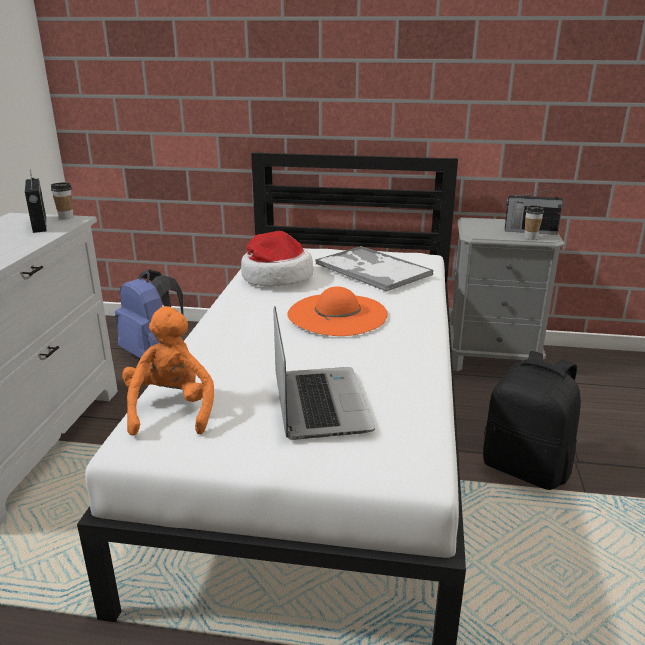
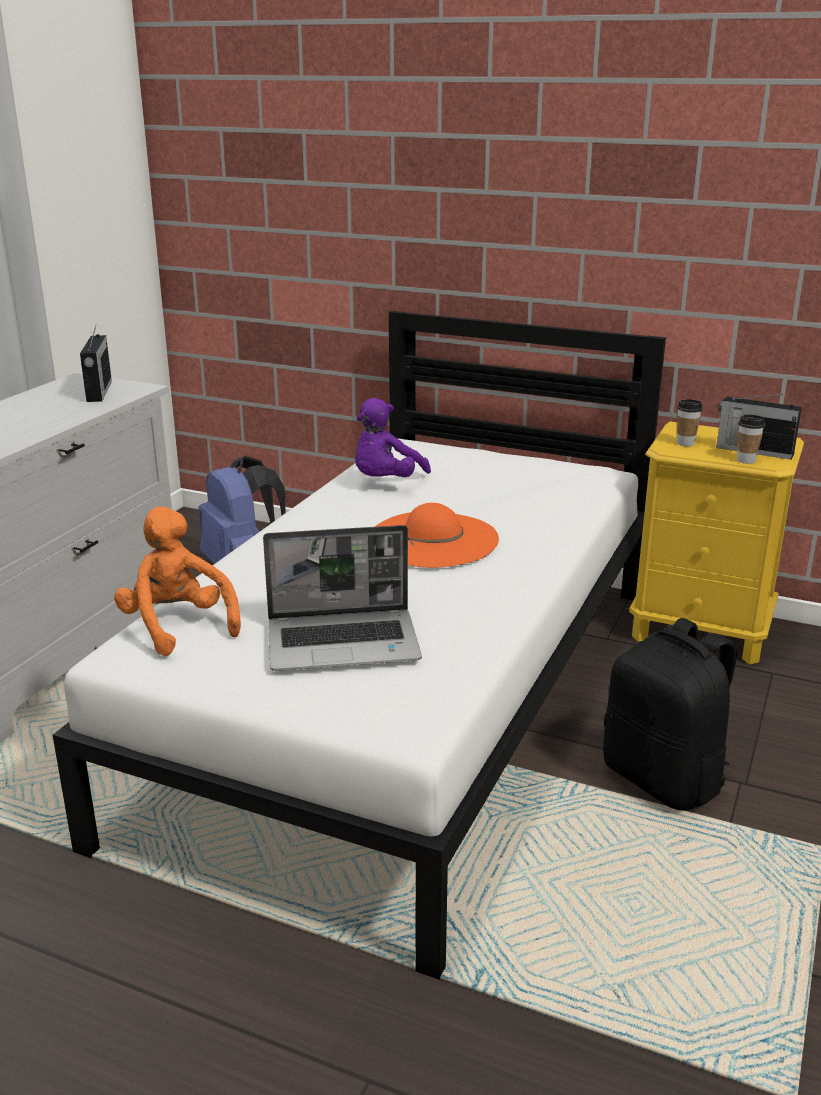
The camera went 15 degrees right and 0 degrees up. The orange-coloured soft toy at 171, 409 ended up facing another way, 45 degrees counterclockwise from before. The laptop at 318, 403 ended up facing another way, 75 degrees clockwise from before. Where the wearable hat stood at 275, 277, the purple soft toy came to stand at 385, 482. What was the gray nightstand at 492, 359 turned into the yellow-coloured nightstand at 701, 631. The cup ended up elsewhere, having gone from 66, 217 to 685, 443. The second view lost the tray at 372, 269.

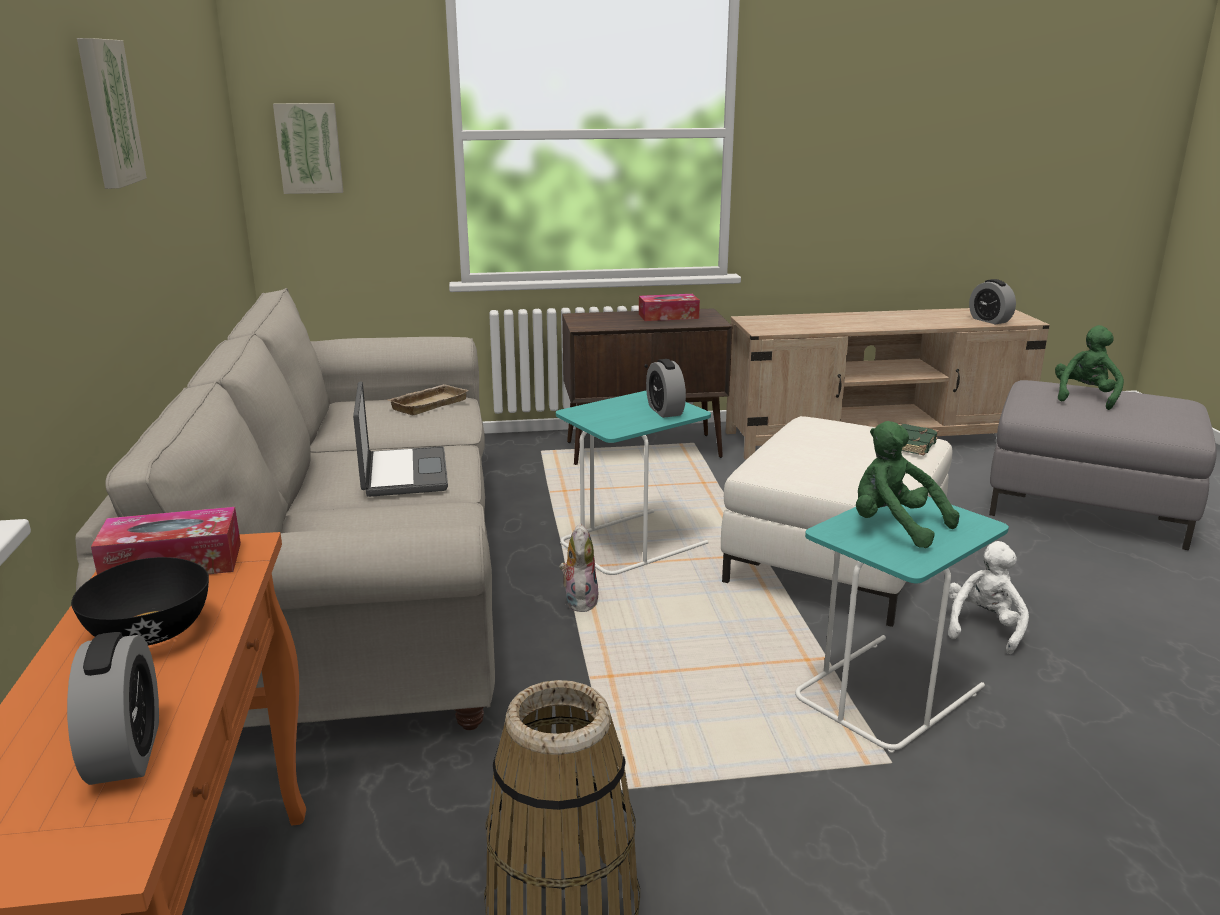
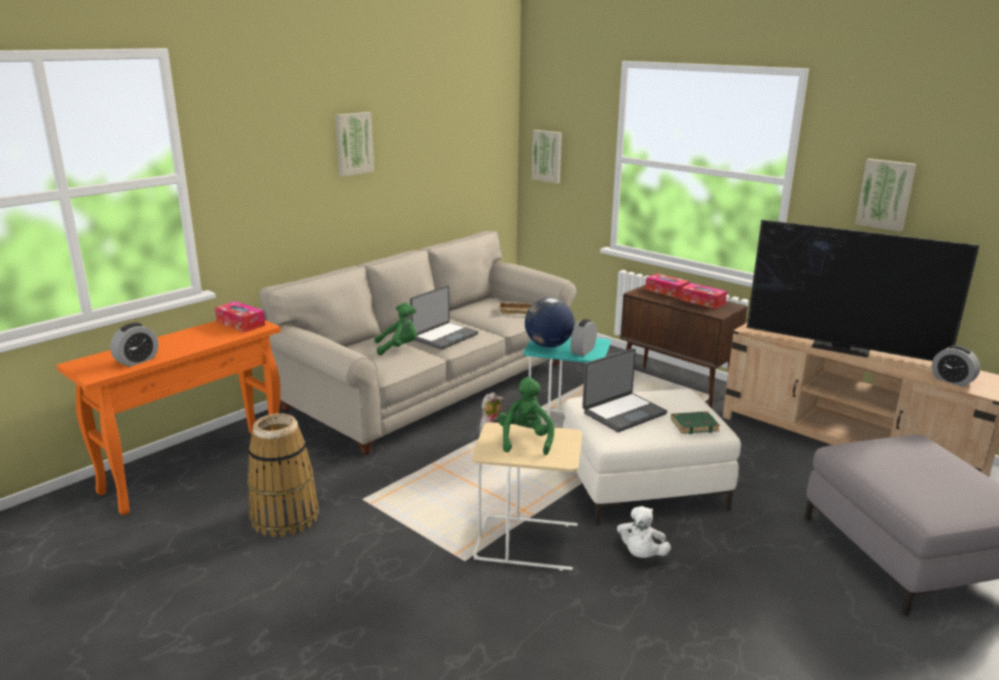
The camera went 50 degrees right and 0 degrees up. The greenish soft toy ended up elsewhere, having gone from 1084, 397 to 398, 348. What was the turquoise end table at 886, 690 turned into the beige end table at 527, 542. The second view gained the desk globe at 548, 345. The second view gained the laptop at 623, 413. The whitish soft toy at 983, 627 ended up facing another way, 120 degrees clockwise from before. The second view gained the tissue holder at 666, 291. The second view gained the television at 842, 347. The second view gained the wall picture at 885, 194. The bedside clock at 989, 320 ended up facing another way, 60 degrees counterclockwise from before. The second view lost the black-coloured bowl at 151, 632.

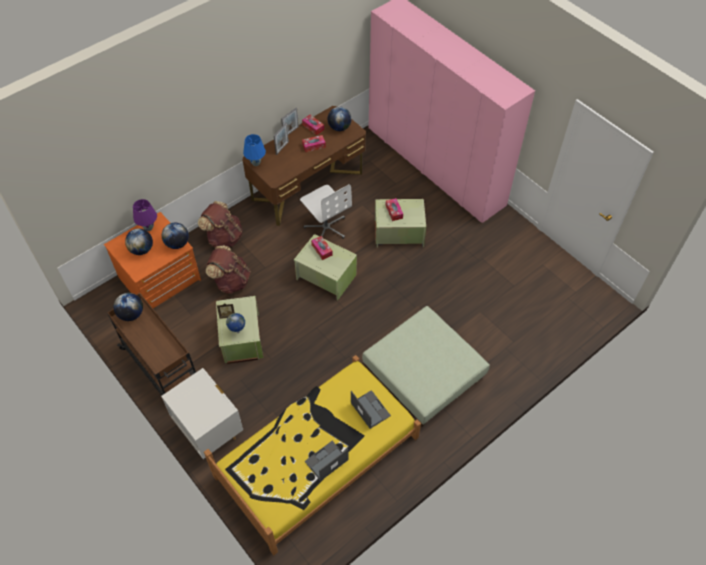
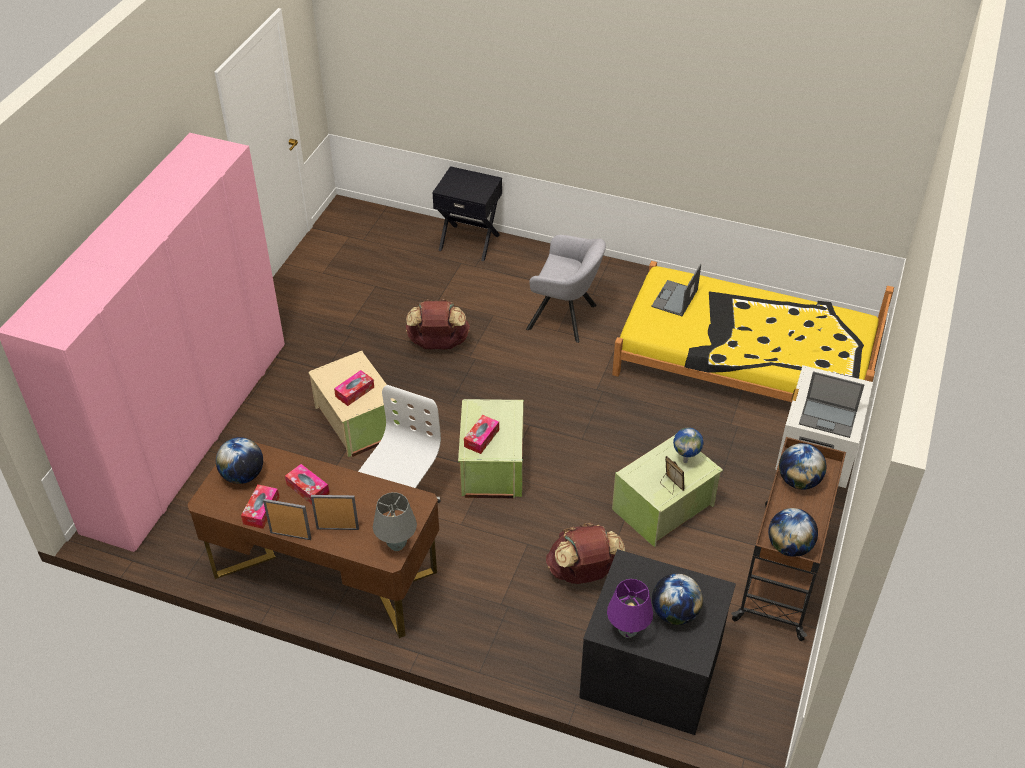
The camera went 120 degrees left and 10 degrees down. What was the greenish storage container at 398, 233 turned into the beige storage container at 356, 422. What was the blue-coloured tabletop lamp at 256, 163 turned into the gray tabletop lamp at 396, 545. The brownish backpack ended up elsewhere, having gone from 224, 237 to 438, 344. The second view gained the black-coloured nightstand at 469, 242. Where the greenish footrest stood at 422, 373, the gray armchair came to stand at 566, 318. What was the orange-coloured drawer chest at 160, 279 turned into the black-coloured drawer chest at 652, 669. The desk globe ended up elsewhere, having gone from 177, 243 to 798, 481. The laptop ended up elsewhere, having gone from 326, 461 to 828, 418.

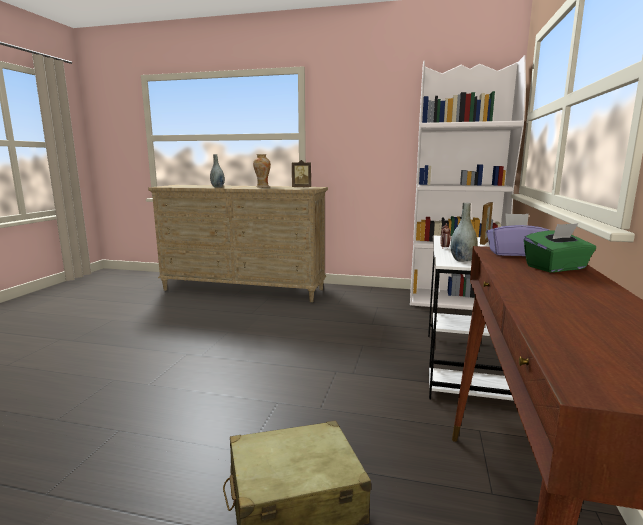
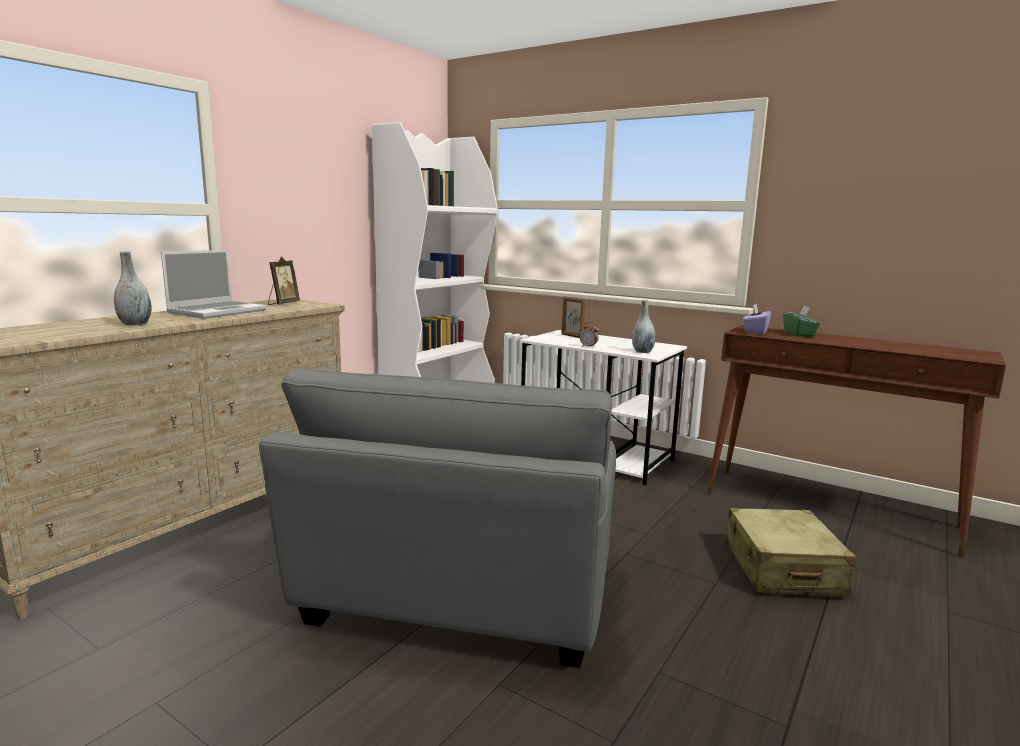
The camera went 70 degrees left and 0 degrees up. Where the vase stood at 262, 187, the laptop came to stand at 218, 311. The second view gained the gray armchair at 461, 591.

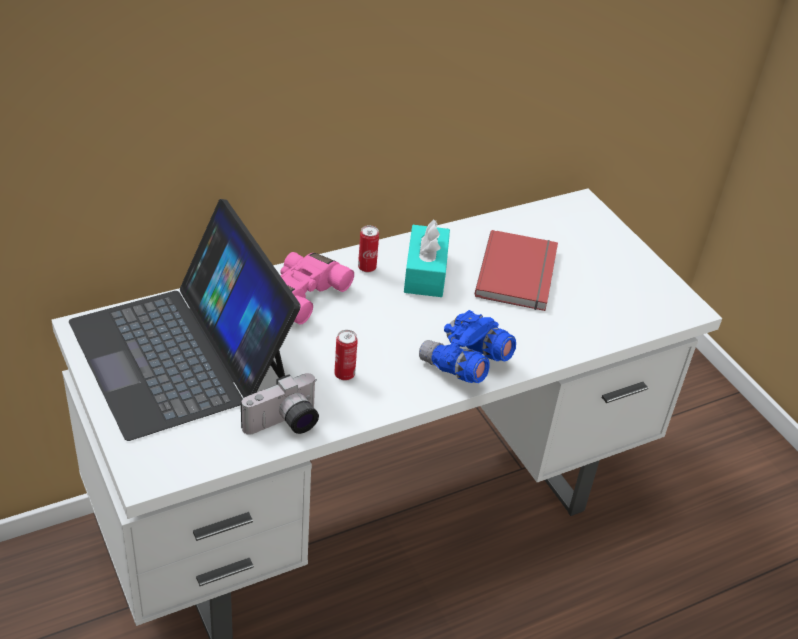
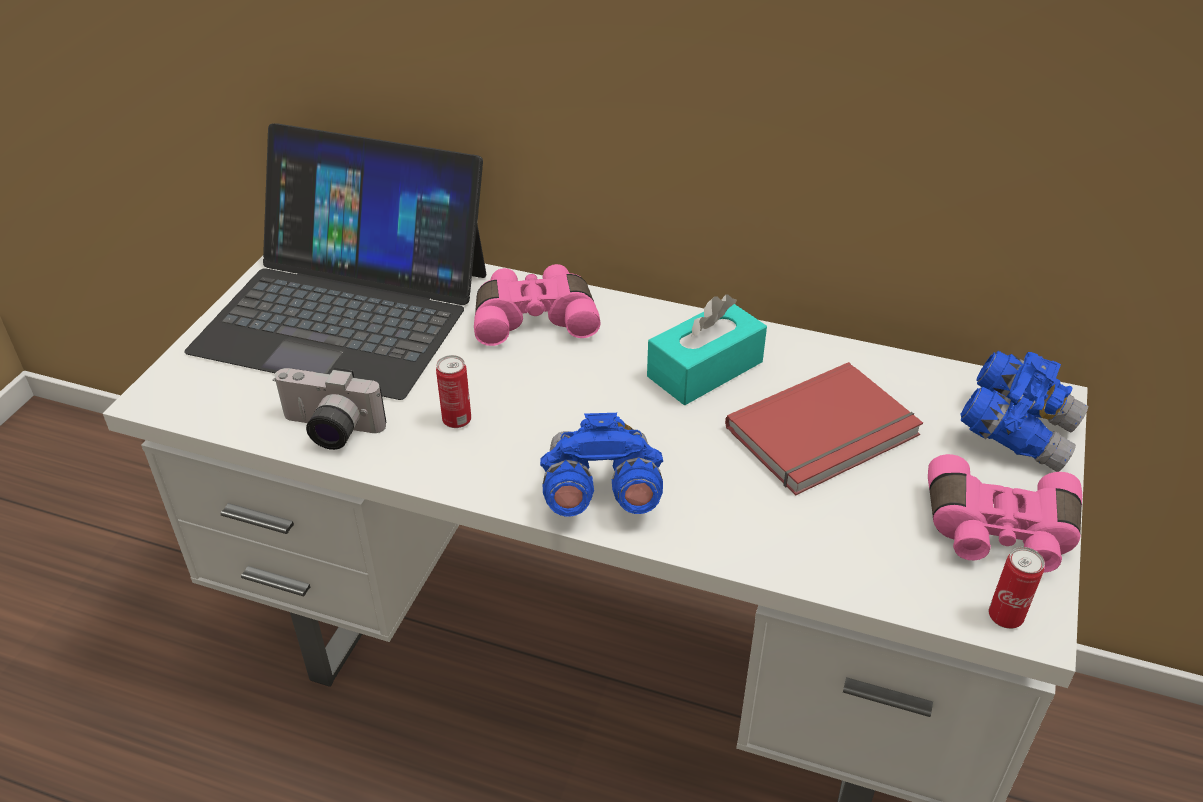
The camera went 50 degrees right and 0 degrees up. The laptop at 181, 353 ended up facing another way, 90 degrees counterclockwise from before. The second view gained the pink binoculars at 998, 533. The second view gained the blue-coloured binoculars at 1016, 431. The can ended up elsewhere, having gone from 367, 268 to 1005, 617.

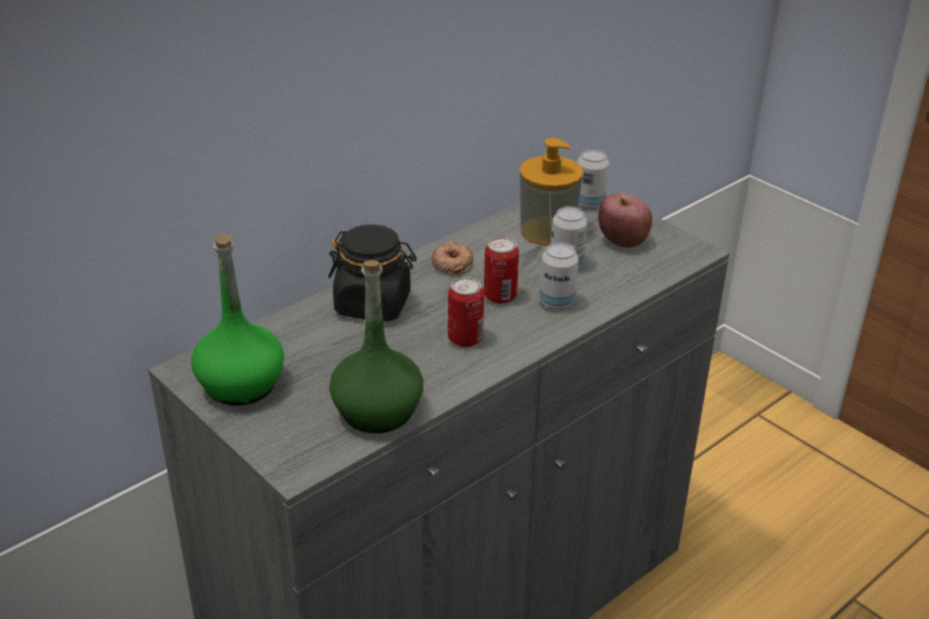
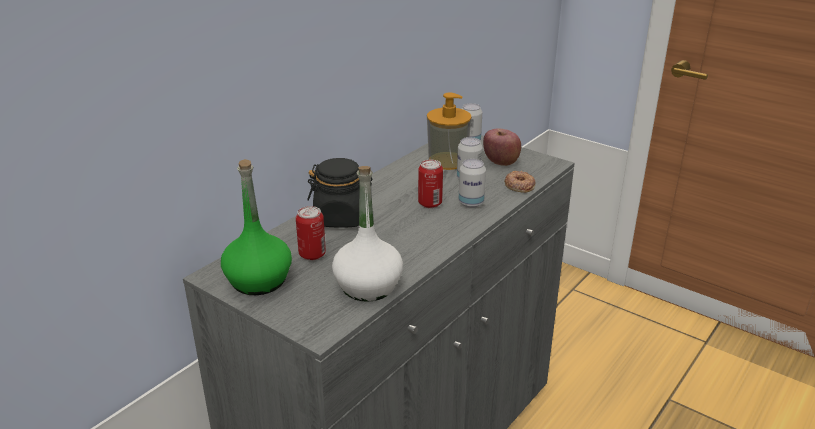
The camera went 10 degrees left and 5 degrees down. The can ended up elsewhere, having gone from 465, 339 to 312, 254. What was the greenish bottle at 377, 411 turned into the whitish bottle at 368, 286. The doughnut ended up elsewhere, having gone from 452, 263 to 519, 185.

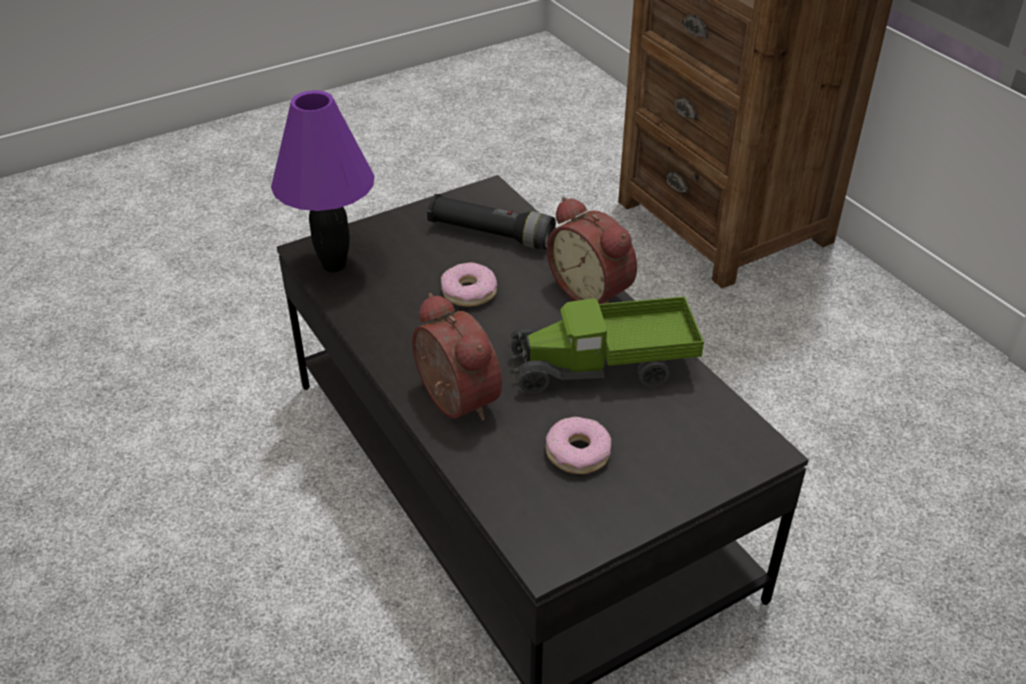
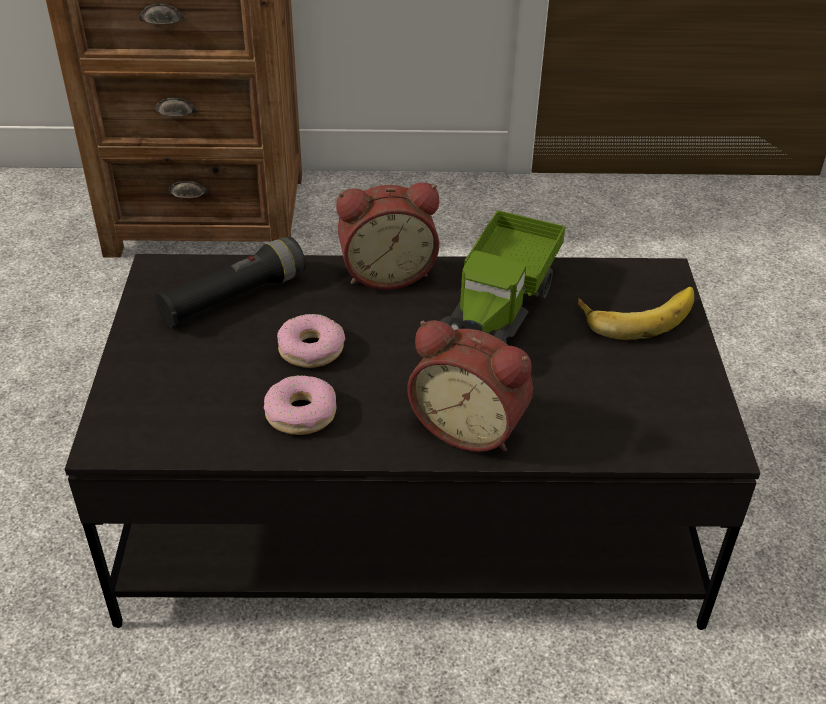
The camera went 60 degrees left and 0 degrees up. The doughnut ended up elsewhere, having gone from 577, 453 to 301, 413. The bedside clock at 452, 402 ended up facing another way, 150 degrees counterclockwise from before. The second view gained the banana fruit at 636, 313. The second view lost the purple tabletop lamp at 333, 266.

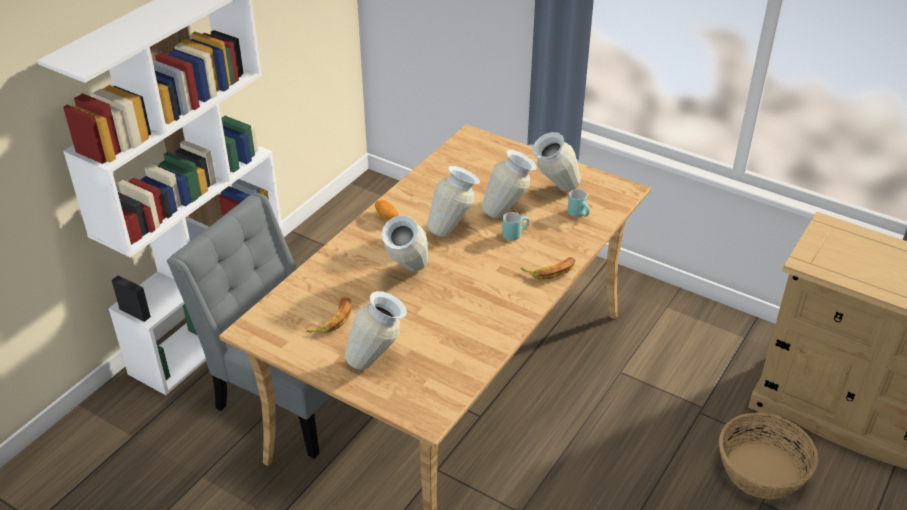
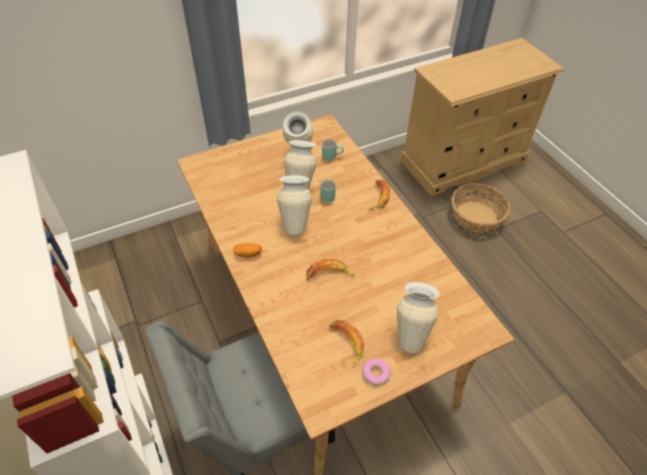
The camera went 60 degrees left and 10 degrees up. Where the vase stood at 406, 276, the banana fruit came to stand at 328, 274. The second view gained the doughnut at 375, 374.

